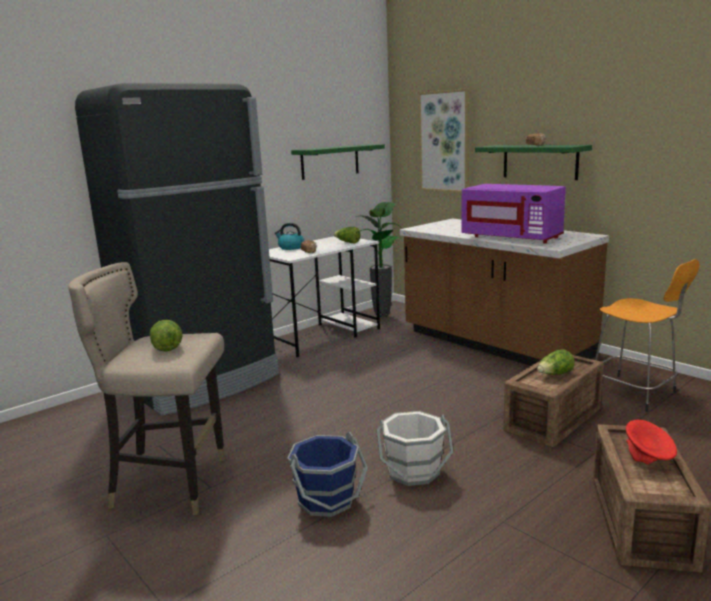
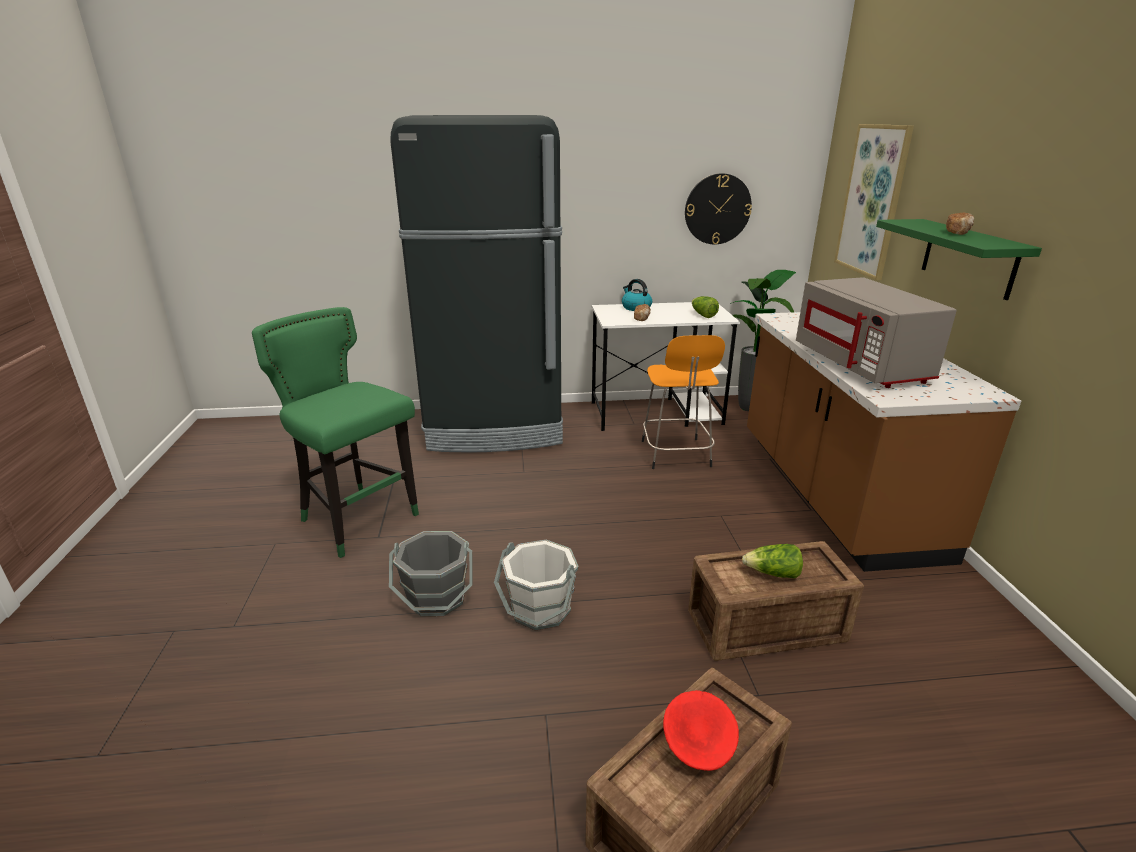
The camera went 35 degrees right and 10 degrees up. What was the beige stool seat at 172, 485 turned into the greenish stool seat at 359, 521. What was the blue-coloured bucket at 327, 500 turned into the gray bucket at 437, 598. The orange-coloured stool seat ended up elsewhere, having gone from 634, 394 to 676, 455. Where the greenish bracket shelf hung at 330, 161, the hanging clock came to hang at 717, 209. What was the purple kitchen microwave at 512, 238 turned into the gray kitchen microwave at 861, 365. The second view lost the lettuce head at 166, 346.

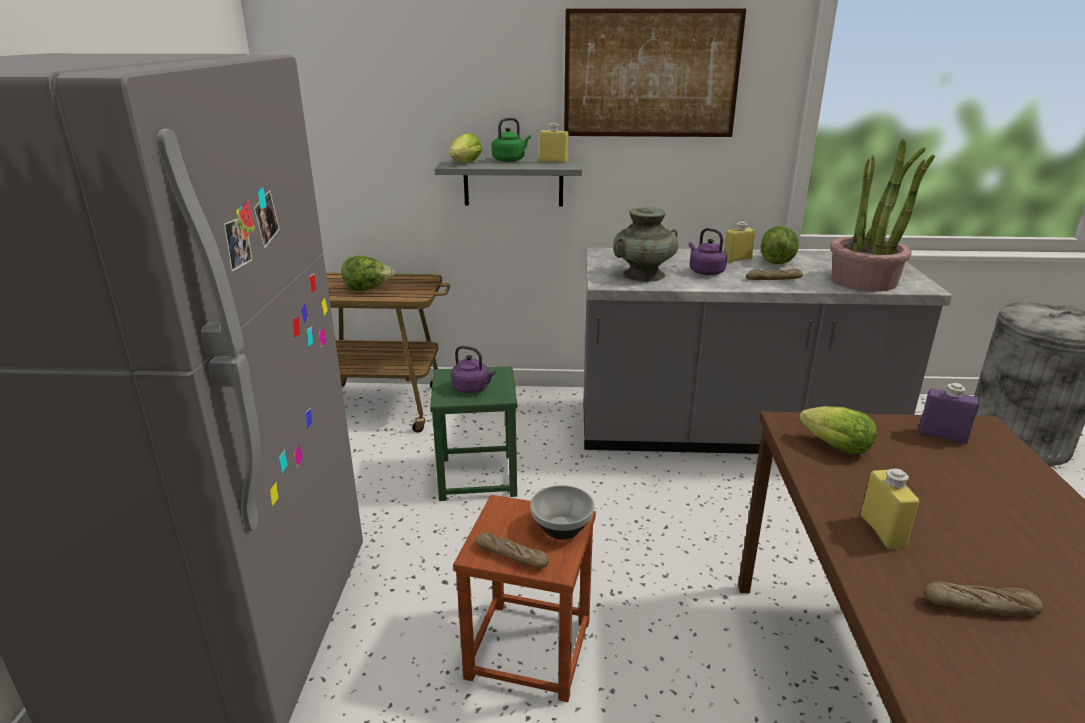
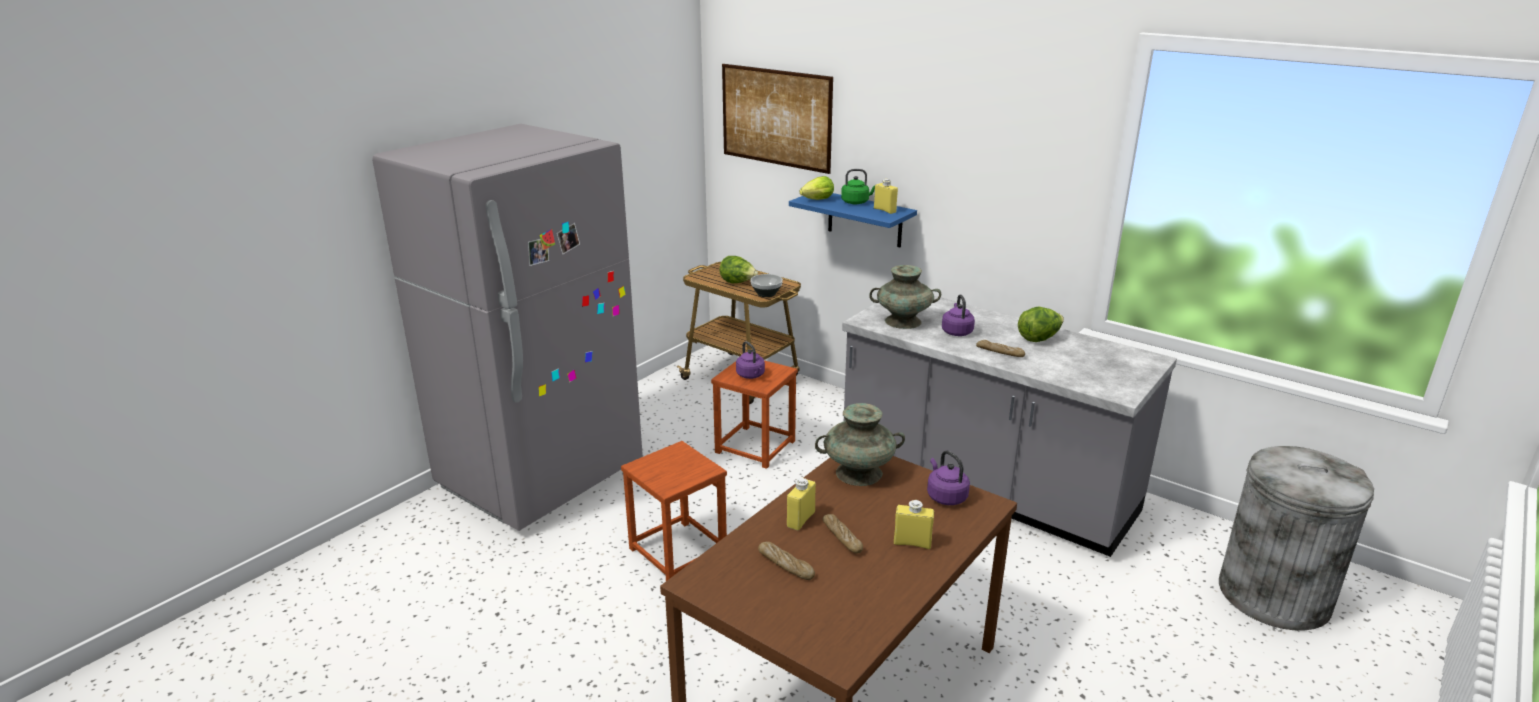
The camera went 35 degrees right and 0 degrees up. What was the greenish stool seat at 477, 477 turned into the brownish stool seat at 754, 447. The wall picture ended up elsewhere, having gone from 651, 74 to 775, 117. The bowl ended up elsewhere, having gone from 561, 529 to 766, 294. What was the gray bracket shelf at 513, 181 turned into the blue-coloured bracket shelf at 864, 219. Where the lettuce head stood at 832, 445, the turquoise vase came to stand at 858, 473. The baked bread ended up elsewhere, having gone from 511, 556 to 842, 538. The yellow-coloured bottle ended up elsewhere, having gone from 737, 259 to 912, 543. Where the purple bottle stood at 942, 436, the purple water kettle came to stand at 945, 496. The second view lost the houseplant at 864, 281.

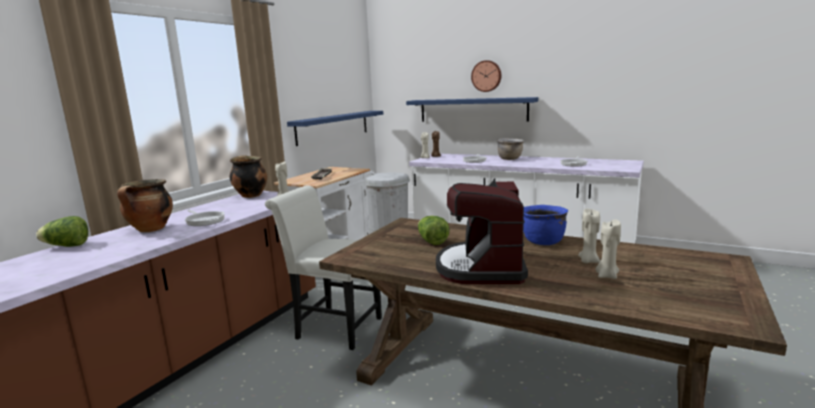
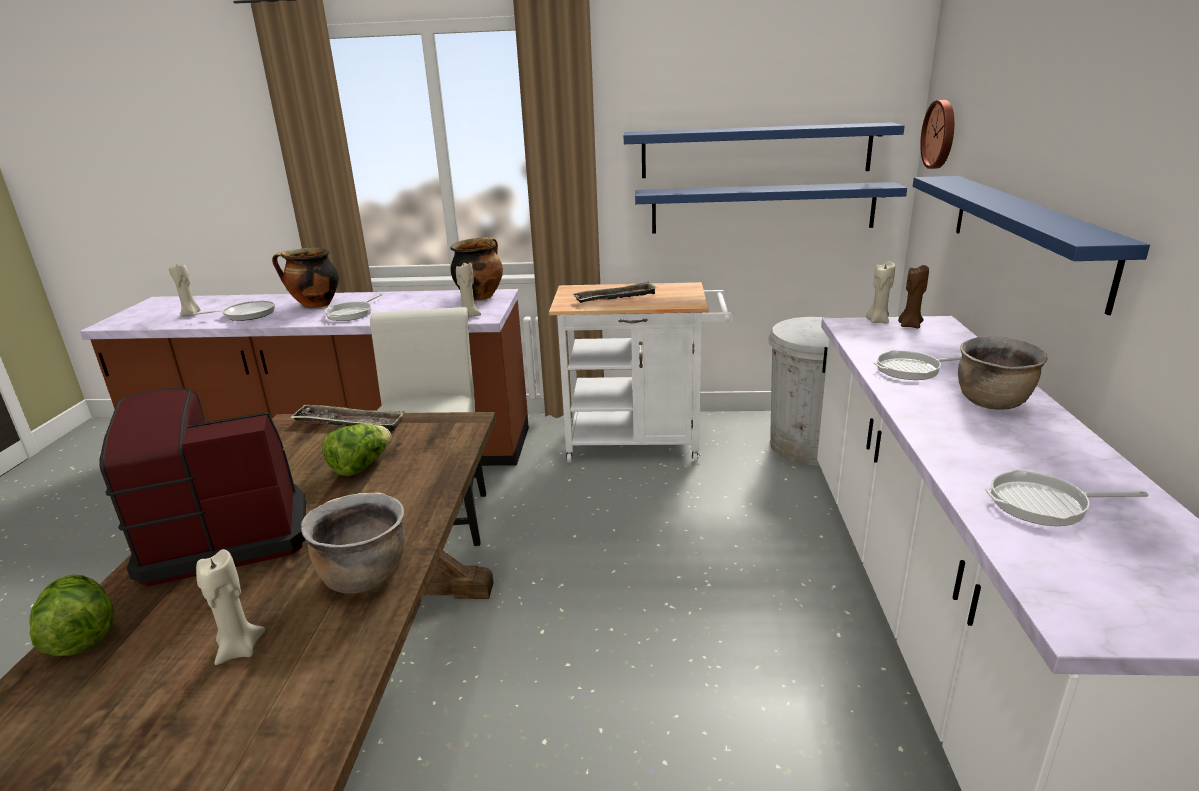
The camera went 65 degrees right and 10 degrees up. The lettuce head ended up elsewhere, having gone from 67, 246 to 81, 635. The beige wax candle ended up elsewhere, having gone from 607, 276 to 191, 314. The second view gained the frying pan at 246, 314. The second view gained the tray at 349, 423. What was the blue-coloured saucepot at 542, 242 turned into the brownish saucepot at 364, 576. The second view gained the blue-coloured bracket shelf at 755, 151. The hanging clock ended up elsewhere, having gone from 486, 76 to 940, 134.

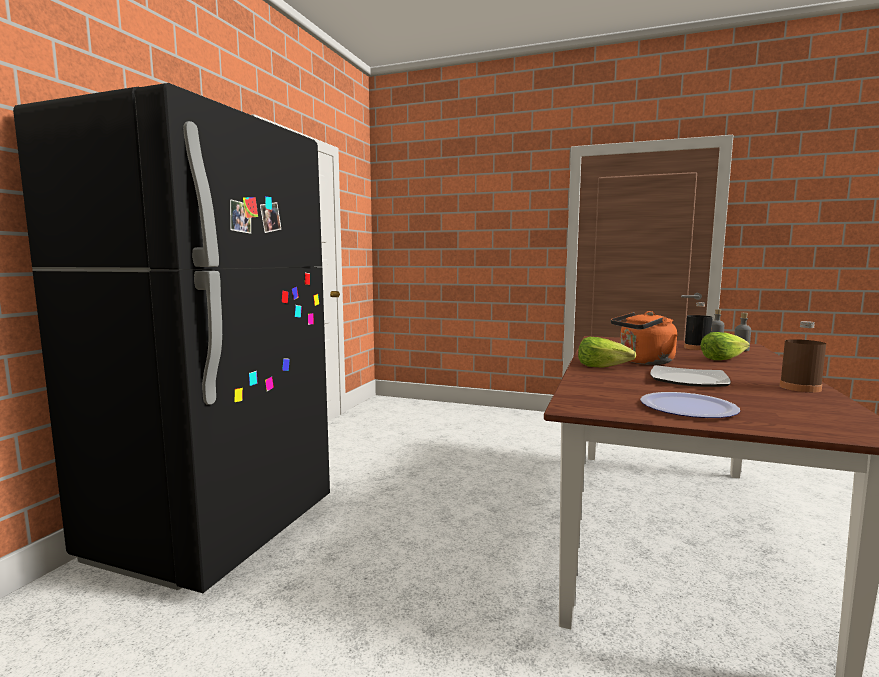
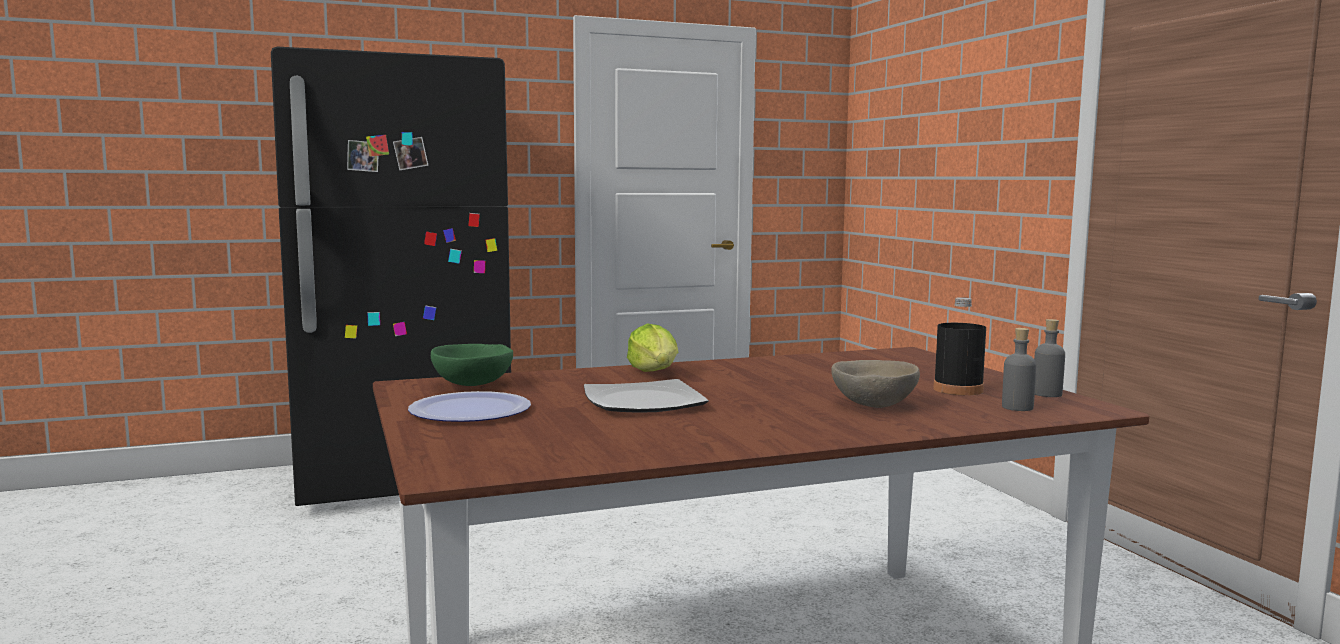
The camera went 50 degrees right and 0 degrees up. The second view gained the greenish bowl at 472, 385. Where the lettuce head stood at 722, 359, the beige bowl came to stand at 873, 404. The second view lost the orange-coloured water kettle at 643, 362. The second view lost the brownish bottle at 800, 388.

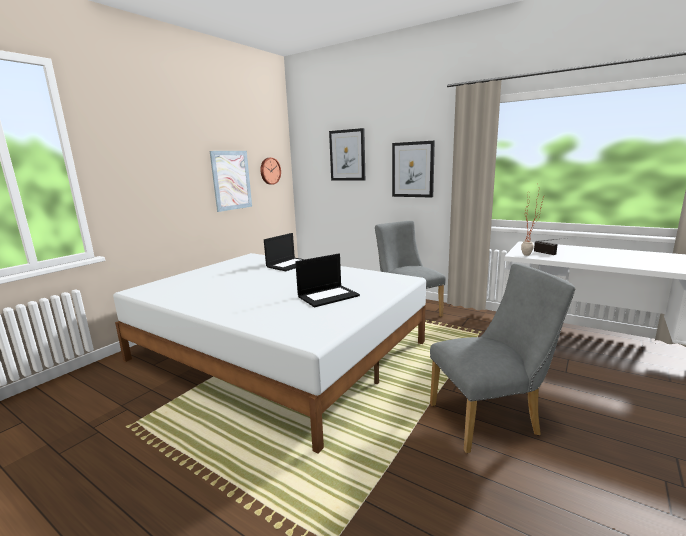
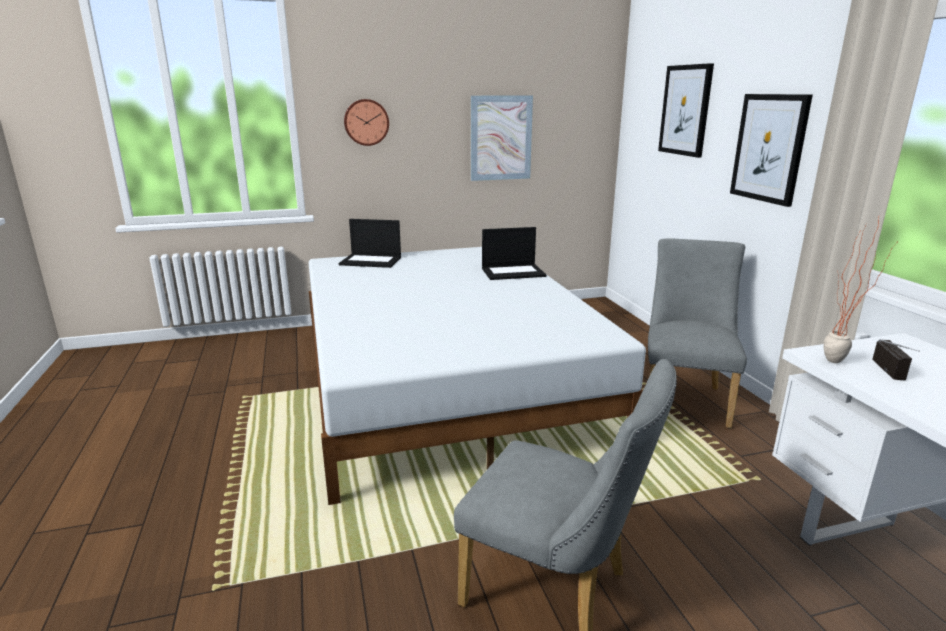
The camera went 40 degrees right and 5 degrees up. The laptop ended up elsewhere, having gone from 328, 296 to 371, 261. The hanging clock ended up elsewhere, having gone from 269, 171 to 366, 122.

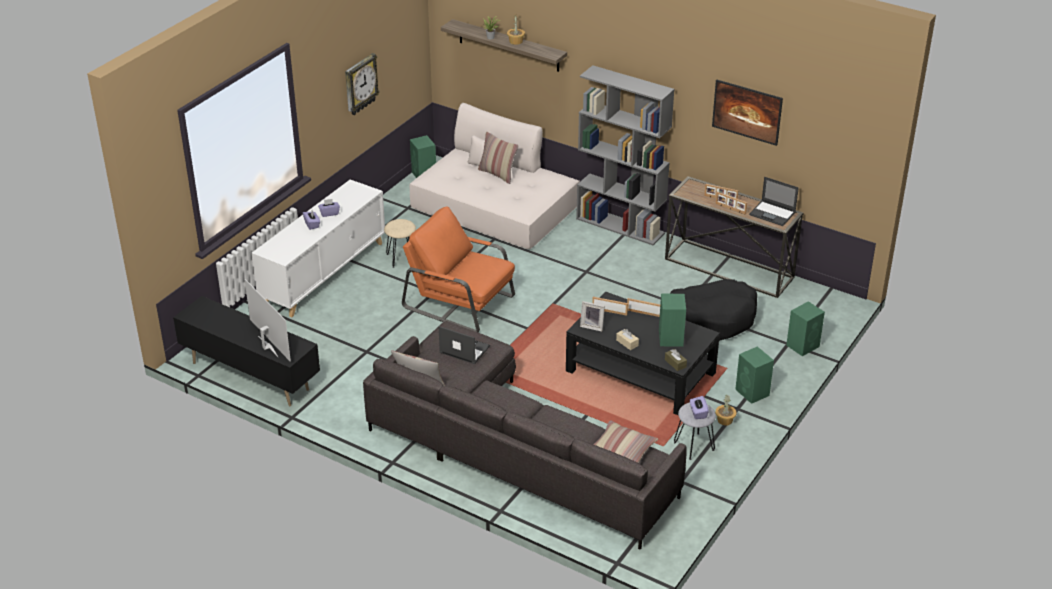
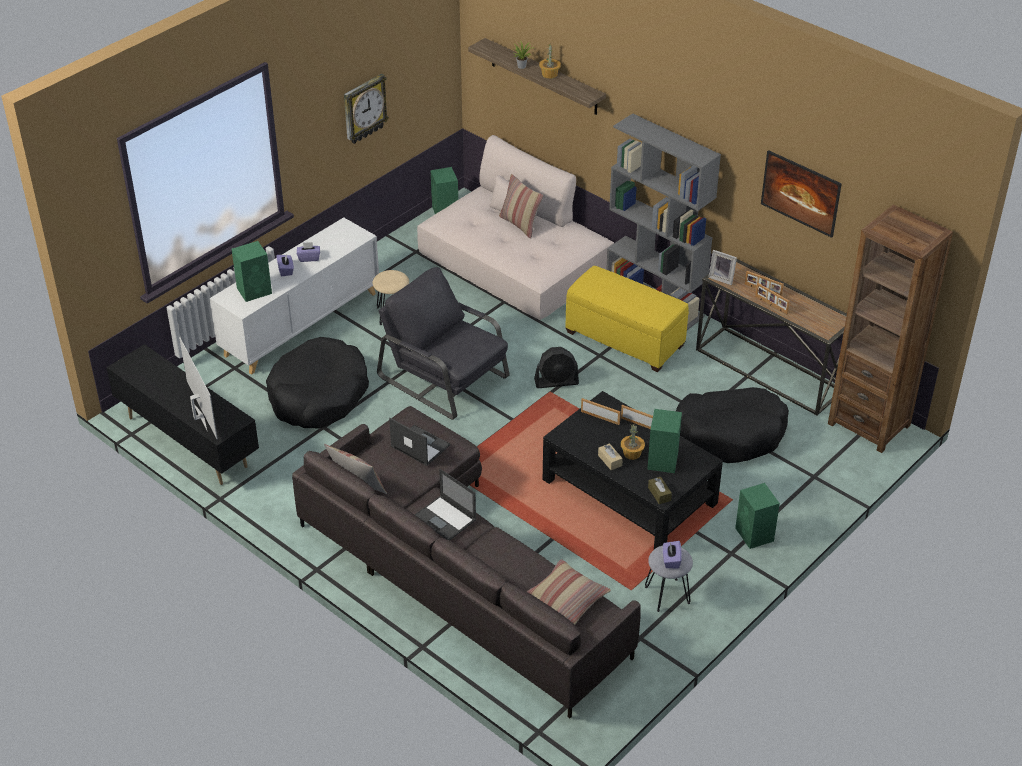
The camera went 10 degrees right and 5 degrees up. The greenish loudspeaker ended up elsewhere, having gone from 803, 345 to 255, 290. The second view gained the black-coloured dog cushion at 318, 395. What was the orange-coloured armchair at 460, 302 turned into the gray armchair at 445, 377. The laptop ended up elsewhere, having gone from 773, 213 to 446, 518. The second view gained the black-coloured cooling fan at 556, 382. The second view gained the yellow-coloured footrest at 625, 339. The houseplant ended up elsewhere, having gone from 725, 420 to 632, 453. The picture frame ended up elsewhere, having gone from 592, 326 to 722, 278. The second view gained the brownish bookshelf at 869, 424.

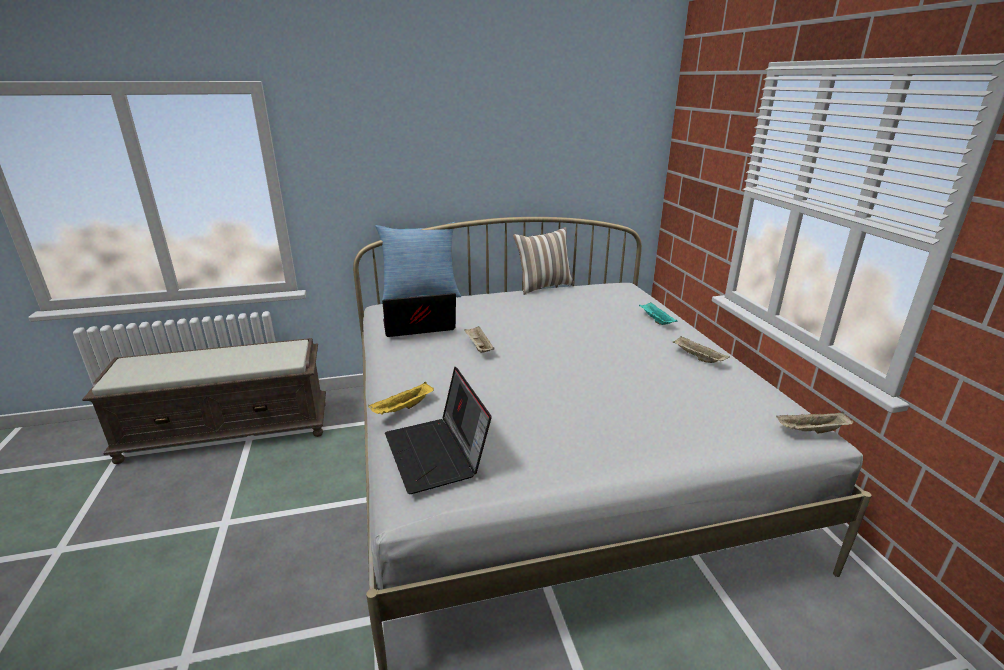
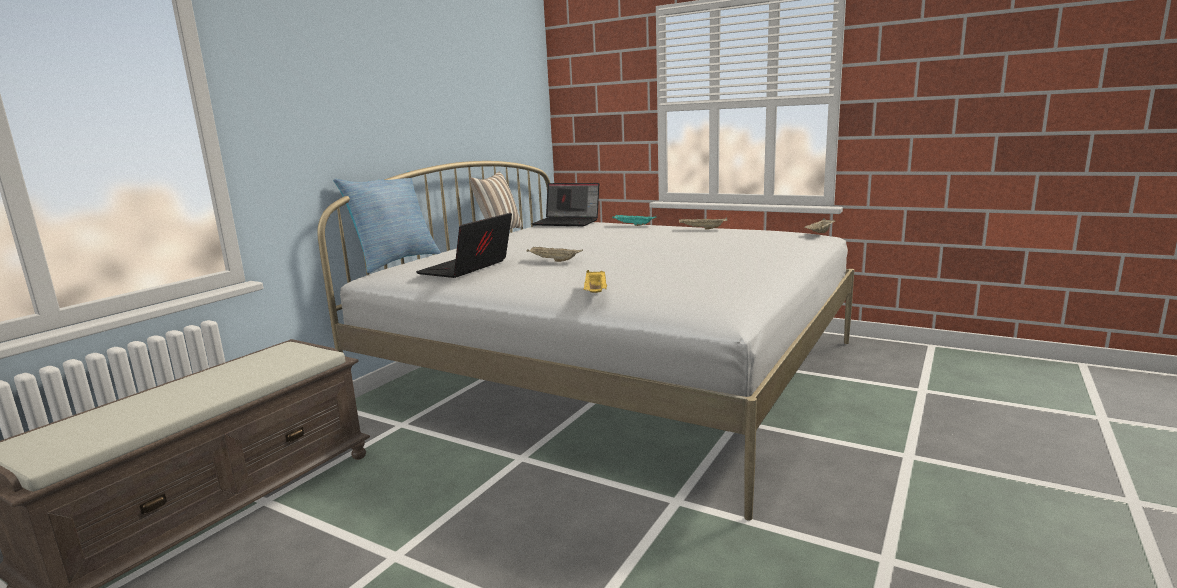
The camera went 45 degrees left and 10 degrees down. The laptop ended up elsewhere, having gone from 437, 454 to 567, 222.

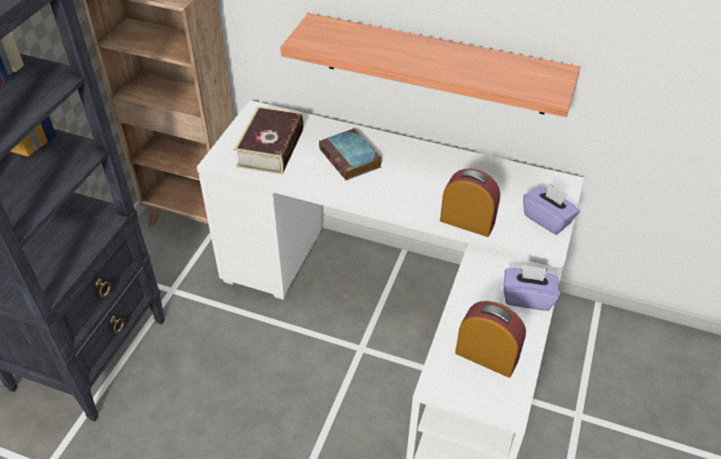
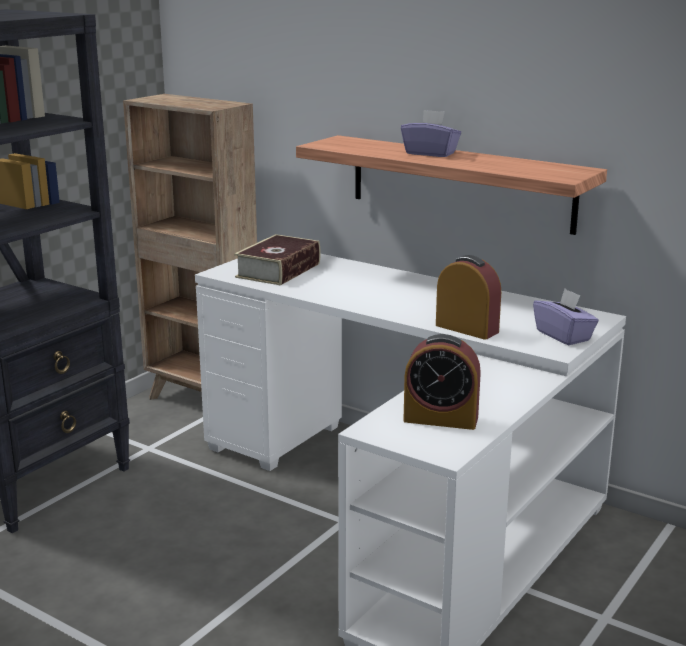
The camera went 15 degrees right and 25 degrees down. The purple tissue holder ended up elsewhere, having gone from 527, 297 to 430, 153. The bedside clock at 486, 356 ended up facing another way, 150 degrees clockwise from before. The second view lost the bound book at 351, 158.

